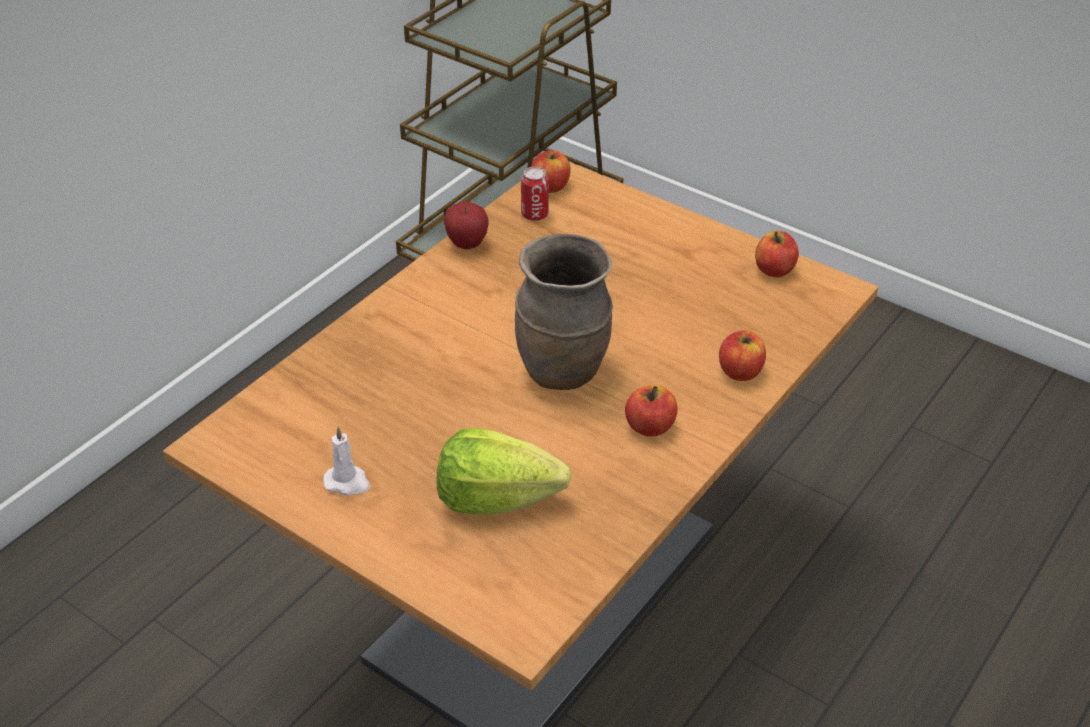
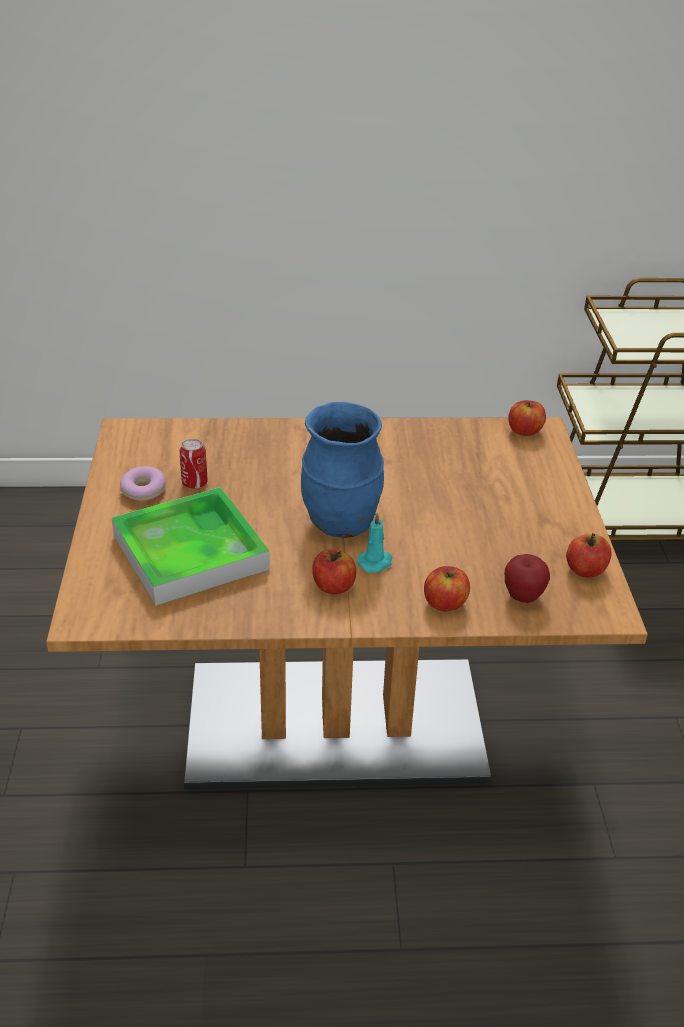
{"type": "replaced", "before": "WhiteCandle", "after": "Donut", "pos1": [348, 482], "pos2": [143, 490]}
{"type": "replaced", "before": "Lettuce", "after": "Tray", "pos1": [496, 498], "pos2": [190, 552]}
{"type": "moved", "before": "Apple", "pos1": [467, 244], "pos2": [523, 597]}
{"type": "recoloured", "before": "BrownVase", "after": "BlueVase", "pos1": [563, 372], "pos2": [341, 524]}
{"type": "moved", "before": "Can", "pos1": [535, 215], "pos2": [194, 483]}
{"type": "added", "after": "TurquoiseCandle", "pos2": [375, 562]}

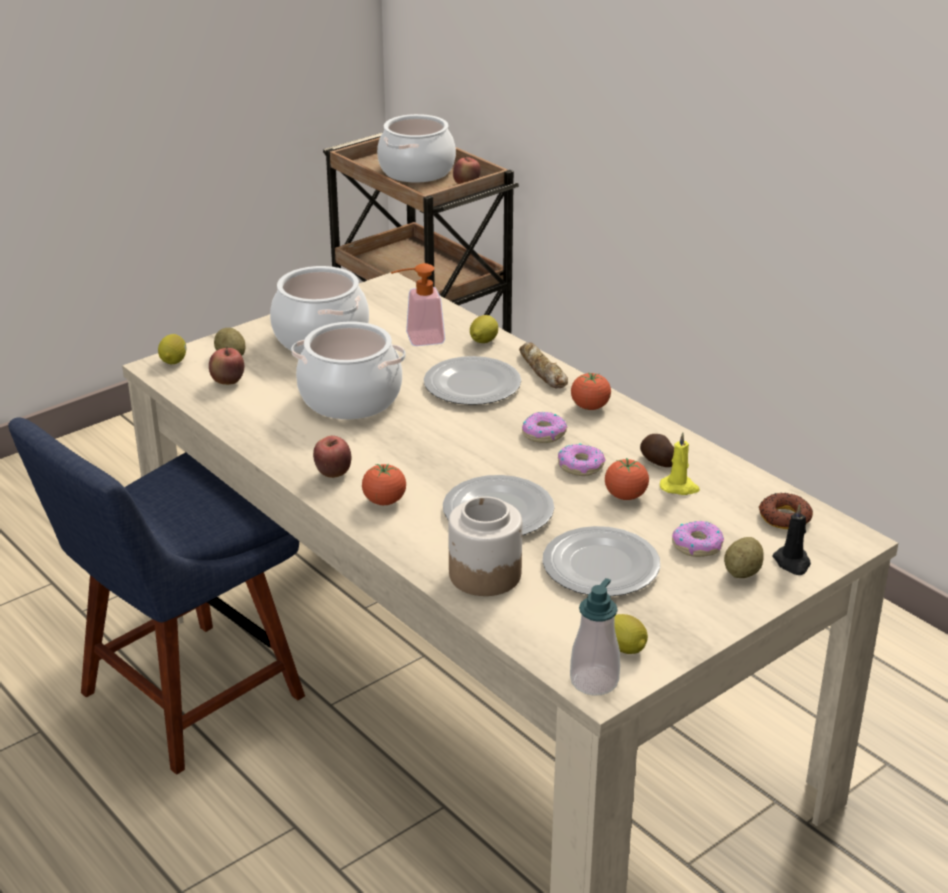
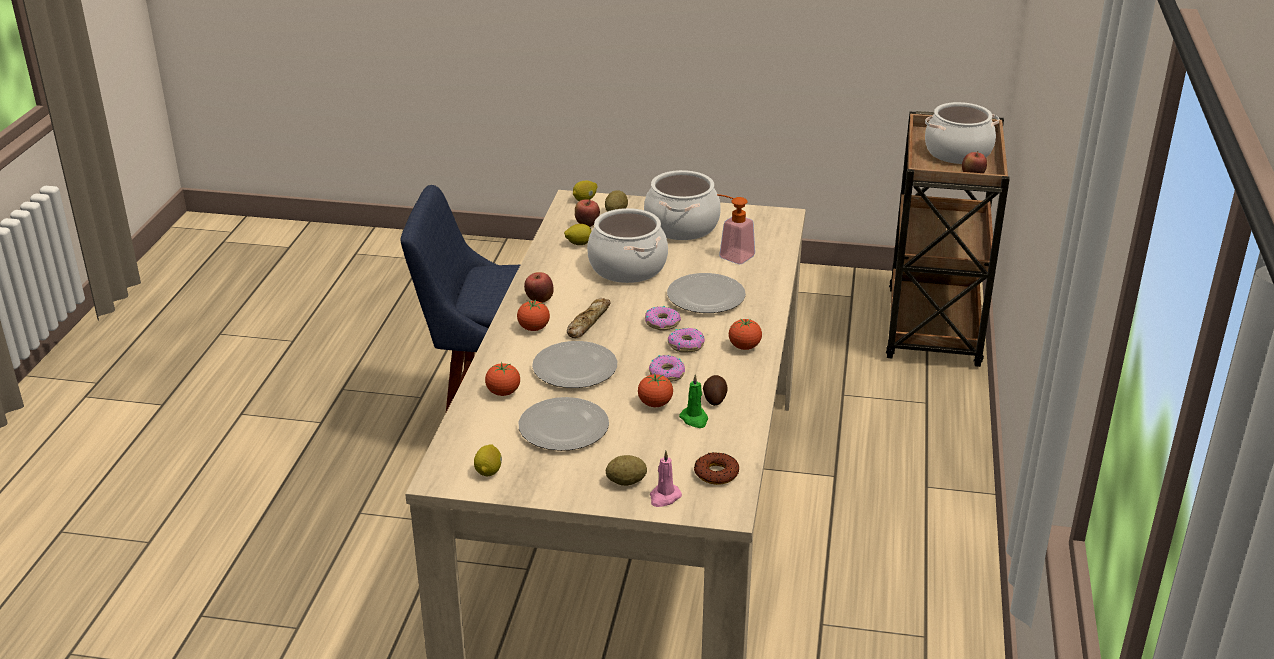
{"type": "replaced", "before": "Jar", "after": "Tomato", "pos1": [484, 574], "pos2": [503, 392]}
{"type": "moved", "before": "Lemon", "pos1": [483, 341], "pos2": [579, 244]}
{"type": "moved", "before": "Bread", "pos1": [541, 371], "pos2": [587, 322]}
{"type": "removed", "before": "SoapDispenser", "pos1": [594, 681]}
{"type": "recoloured", "before": "YellowCandle", "after": "GreenCandle", "pos1": [679, 487], "pos2": [694, 419]}
{"type": "moved", "before": "Donut", "pos1": [697, 545], "pos2": [662, 323]}
{"type": "recoloured", "before": "BlackCandle", "after": "PinkCandle", "pos1": [792, 563], "pos2": [664, 497]}

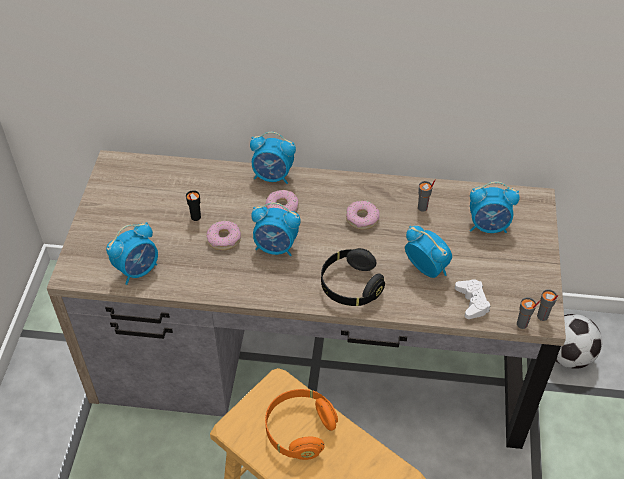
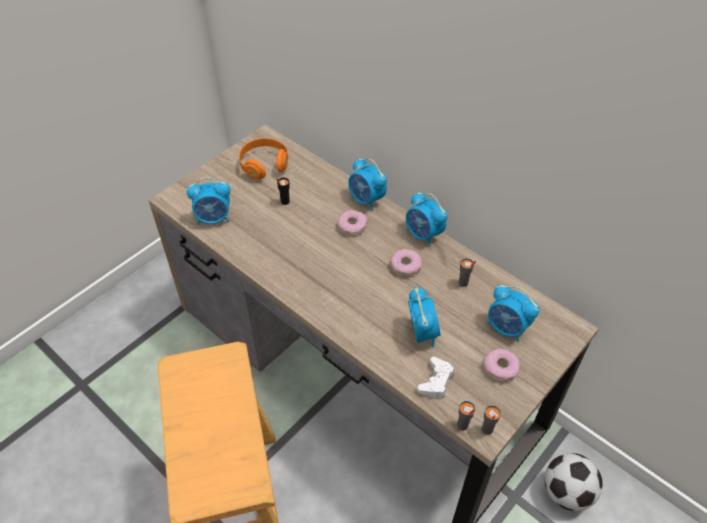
{"type": "moved", "before": "Donut", "pos1": [224, 239], "pos2": [500, 368]}
{"type": "moved", "before": "AlarmClock", "pos1": [276, 247], "pos2": [423, 235]}
{"type": "moved", "before": "OrangeHeadphones", "pos1": [299, 430], "pos2": [264, 165]}
{"type": "removed", "before": "BlackHeadphones", "pos1": [350, 286]}

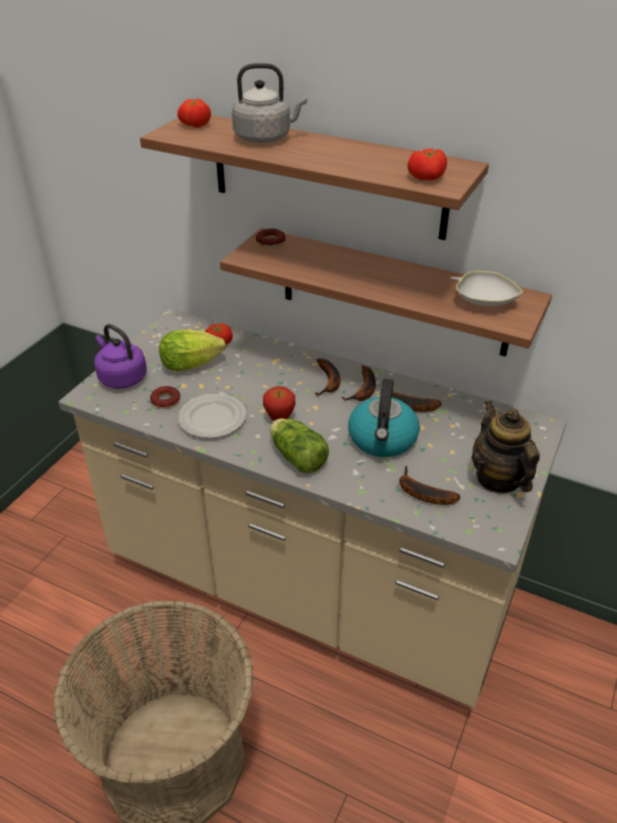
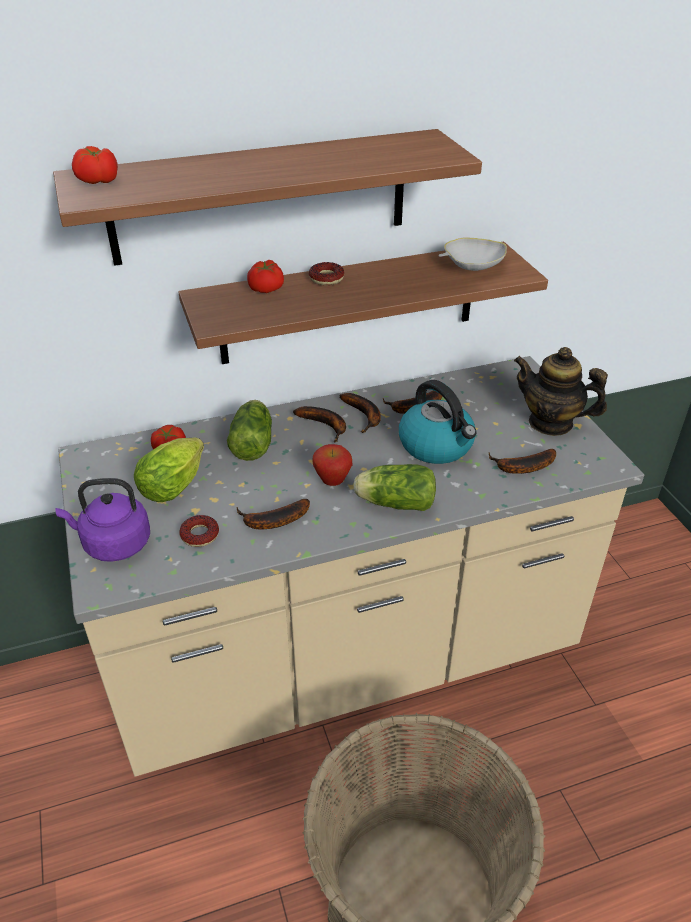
{"type": "replaced", "before": "Plate", "after": "Banana", "pos1": [212, 419], "pos2": [272, 521]}
{"type": "removed", "before": "GreyKettle", "pos1": [265, 138]}
{"type": "moved", "before": "Donut", "pos1": [270, 242], "pos2": [326, 278]}
{"type": "moved", "before": "Tomato", "pos1": [427, 178], "pos2": [267, 288]}
{"type": "added", "after": "Lettuce", "pos2": [253, 442]}

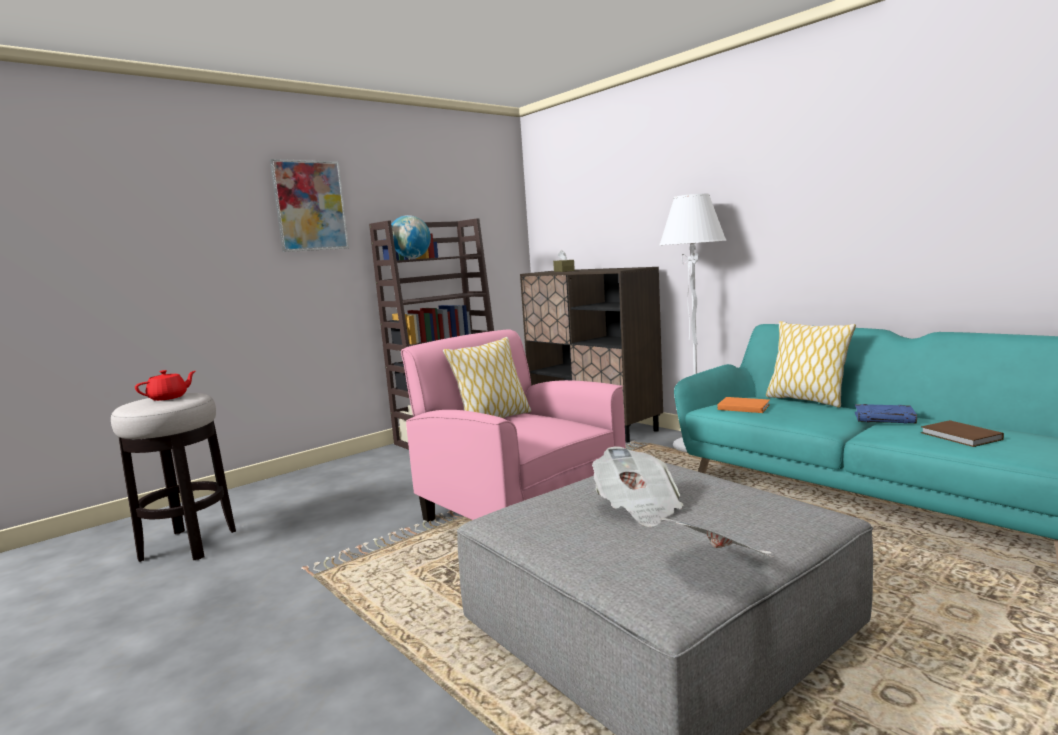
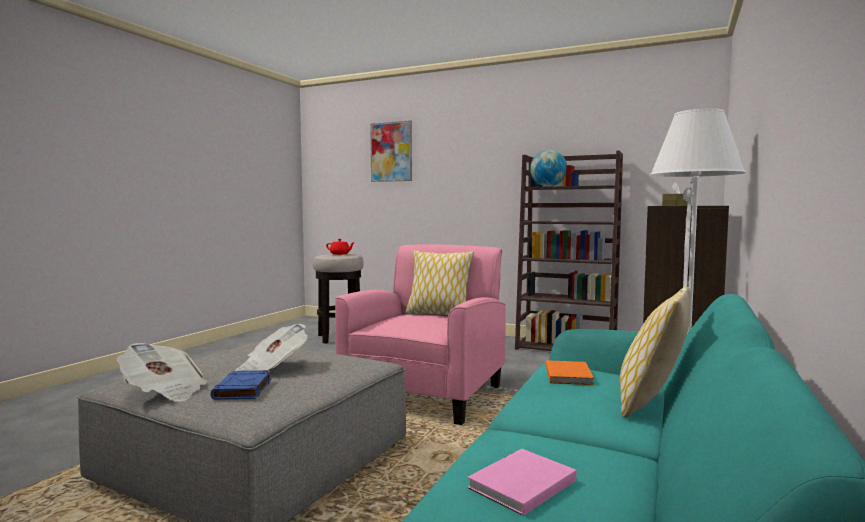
{"type": "moved", "before": "Picture", "pos1": [310, 206], "pos2": [391, 152]}
{"type": "moved", "before": "BlueBook", "pos1": [885, 418], "pos2": [243, 390]}
{"type": "recoloured", "before": "BrownBook", "after": "PinkBook", "pos1": [961, 437], "pos2": [519, 484]}

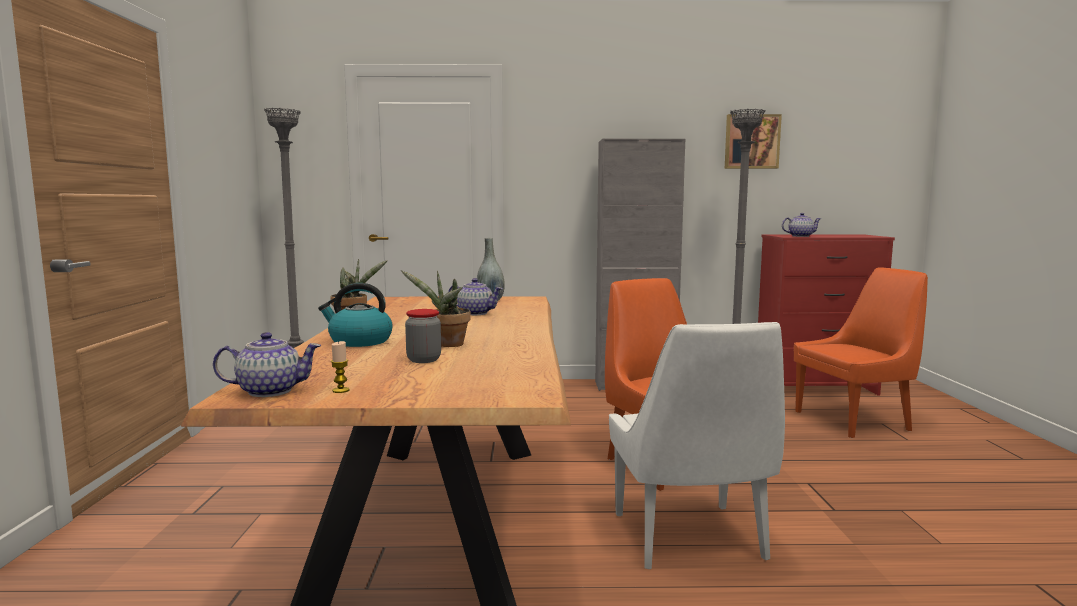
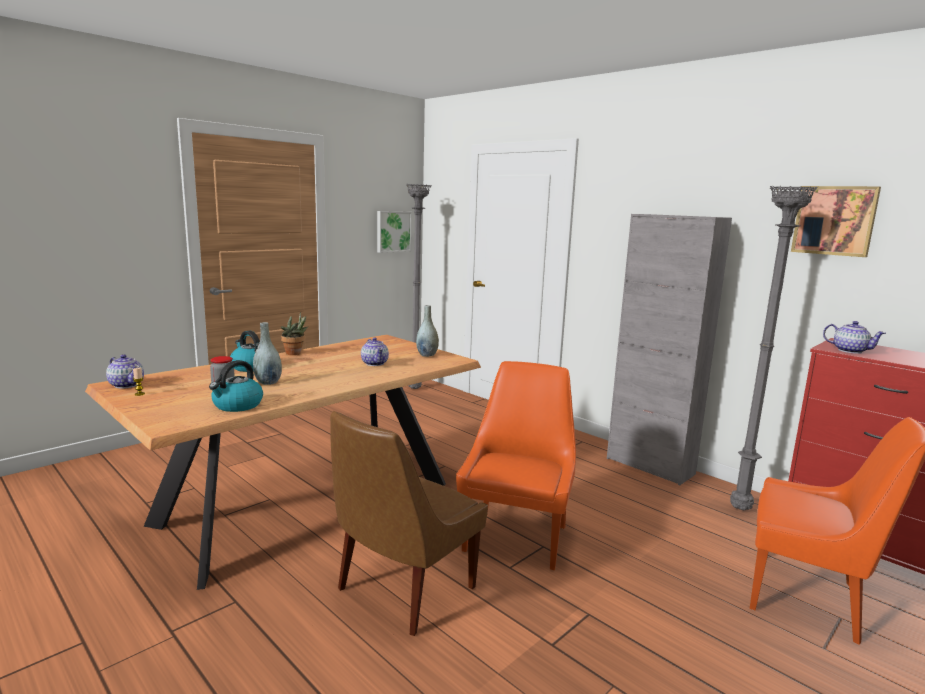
{"type": "replaced", "before": "PottedPlant", "after": "GreyVase", "pos1": [446, 345], "pos2": [268, 382]}
{"type": "recoloured", "before": "WhiteChair", "after": "BrownChair", "pos1": [690, 539], "pos2": [402, 591]}
{"type": "added", "after": "Kettle", "pos2": [237, 405]}
{"type": "added", "after": "Picture", "pos2": [393, 231]}

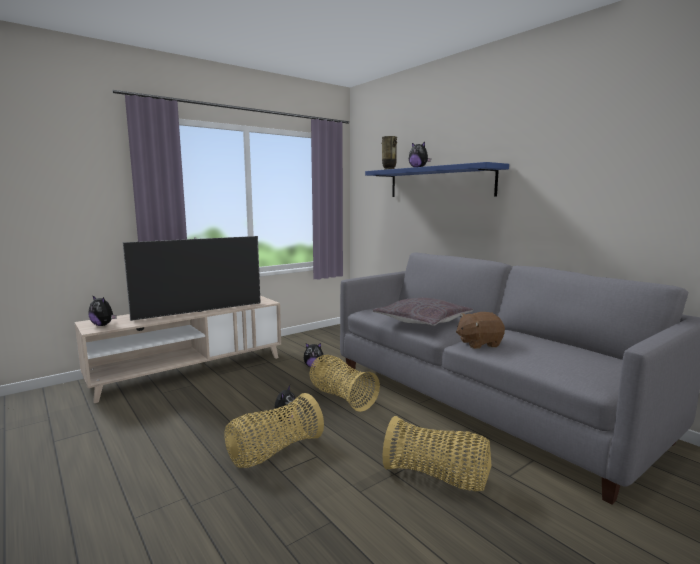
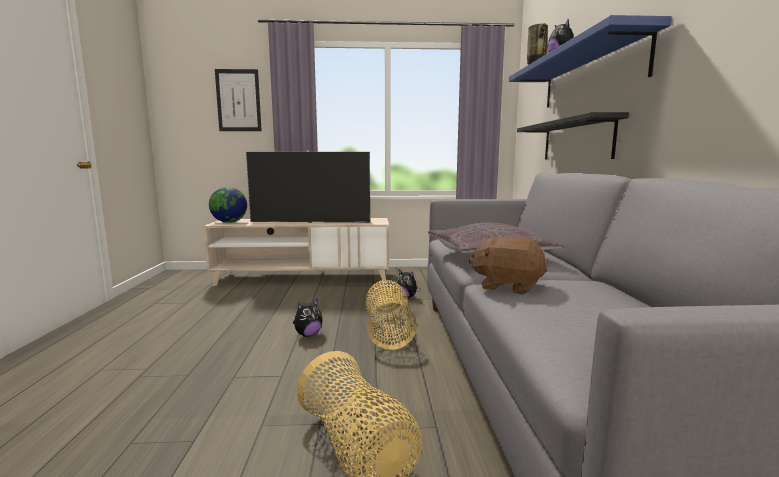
{"type": "replaced", "before": "PlushToy", "after": "Globe", "pos1": [103, 325], "pos2": [229, 222]}
{"type": "removed", "before": "Basket", "pos1": [273, 452]}
{"type": "added", "after": "Picture", "pos2": [238, 100]}
{"type": "added", "after": "BlackShelf", "pos2": [576, 140]}

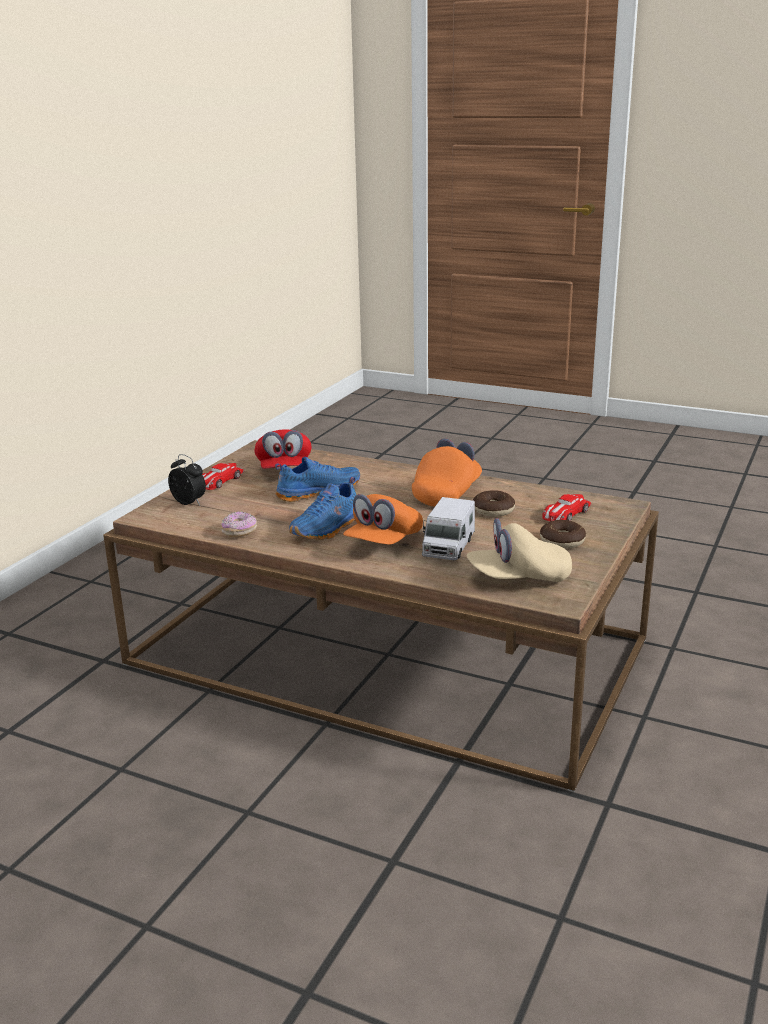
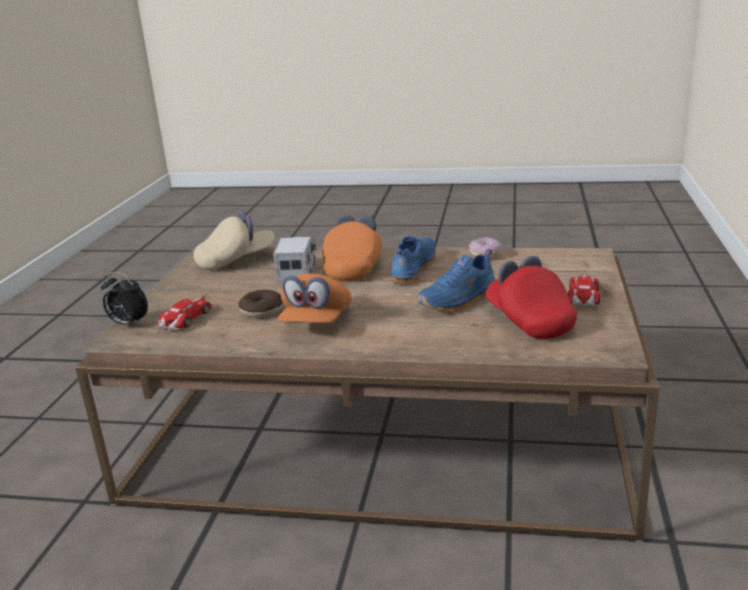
{"type": "moved", "before": "AlarmClock", "pos1": [190, 503], "pos2": [128, 324]}
{"type": "removed", "before": "Donut", "pos1": [562, 541]}

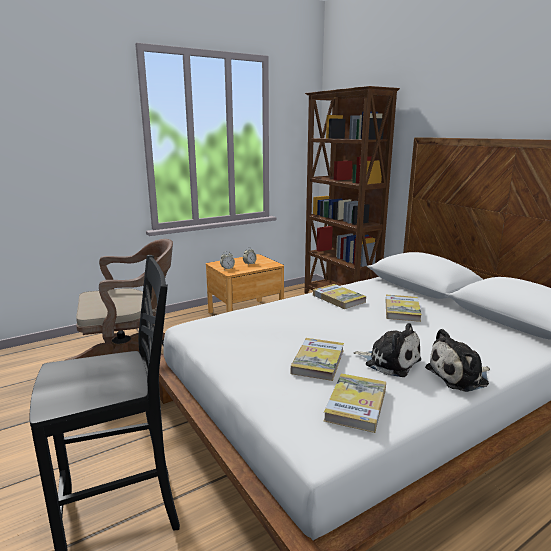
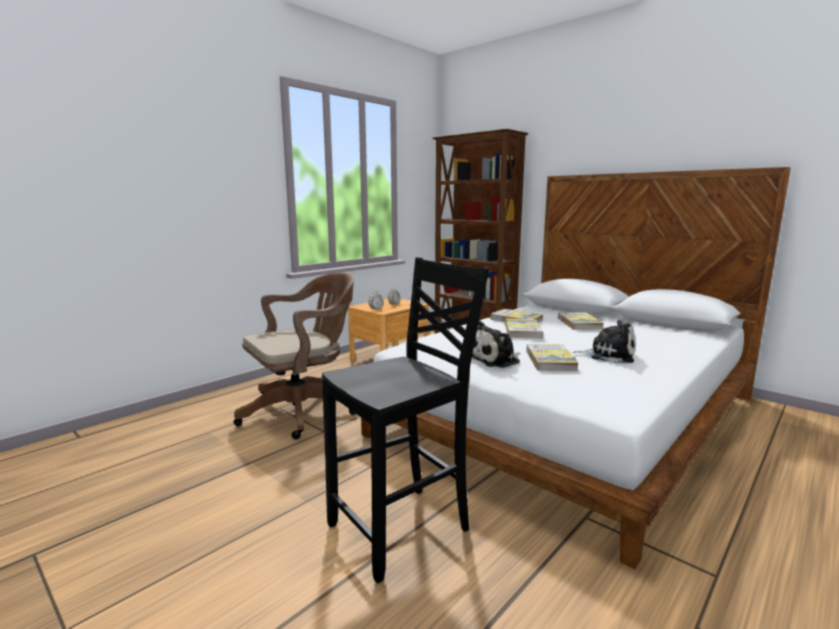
{"type": "moved", "before": "Book", "pos1": [356, 404], "pos2": [522, 331]}
{"type": "moved", "before": "PlushToy", "pos1": [459, 376], "pos2": [496, 360]}

